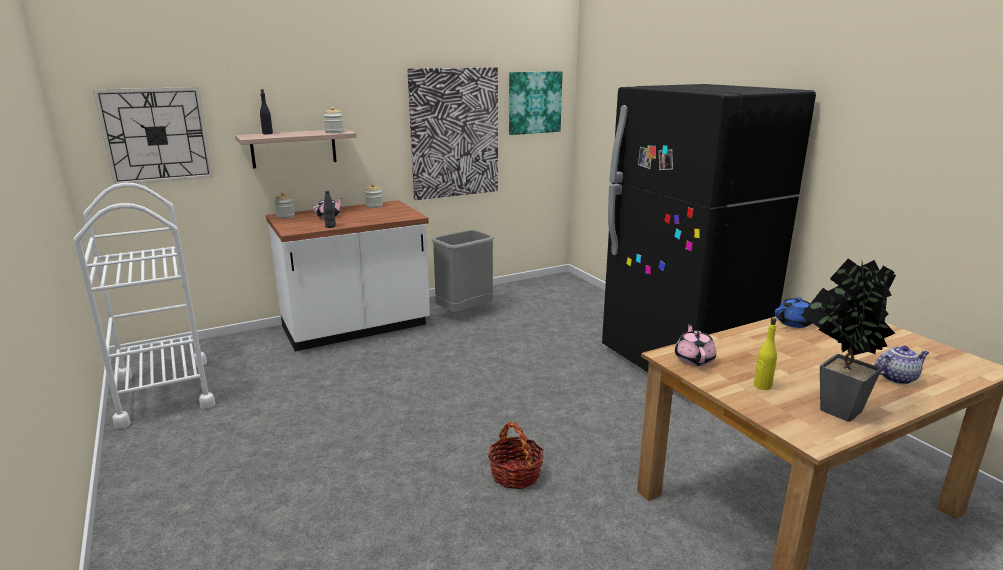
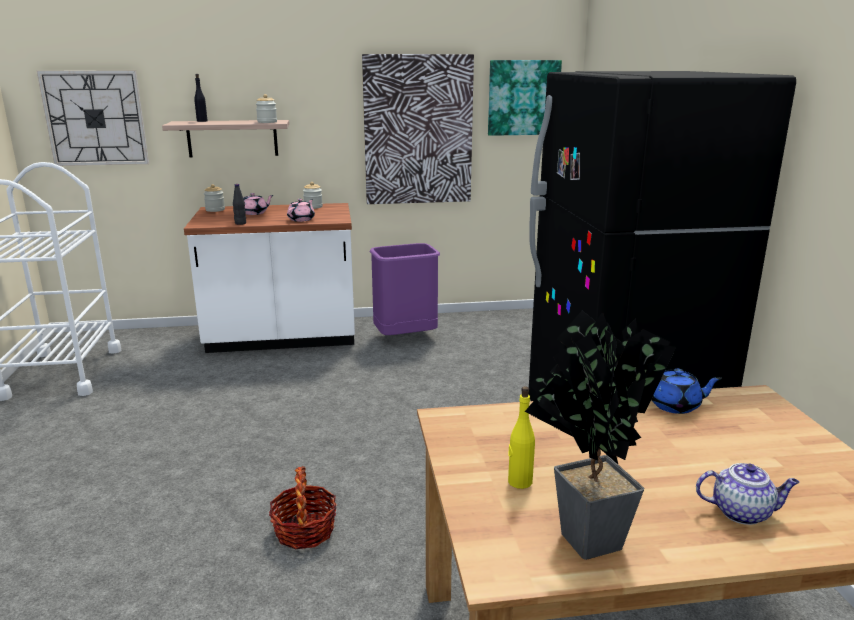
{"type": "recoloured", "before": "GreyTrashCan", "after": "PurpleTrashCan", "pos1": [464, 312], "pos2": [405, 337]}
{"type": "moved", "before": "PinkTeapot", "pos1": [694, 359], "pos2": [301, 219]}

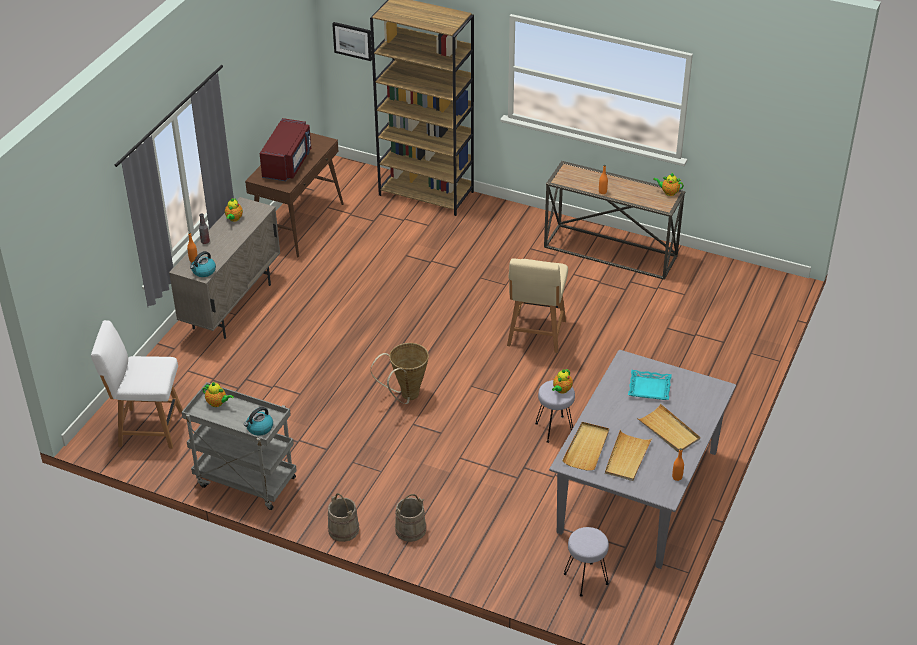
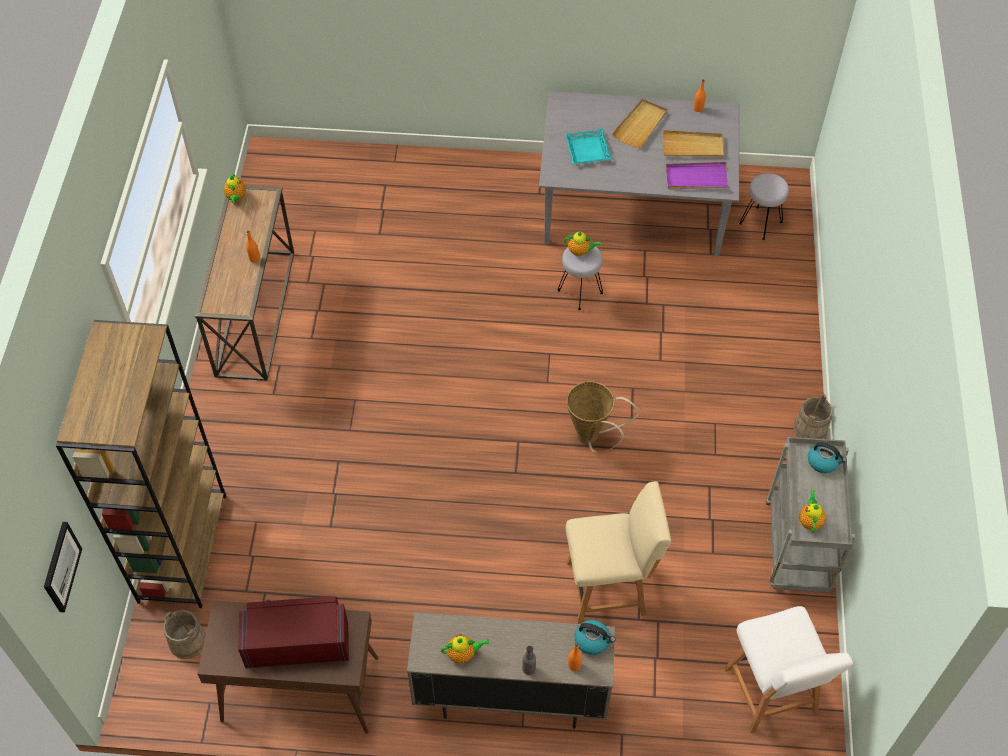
{"type": "moved", "before": "BeigeBucket", "pos1": [410, 529], "pos2": [187, 641]}
{"type": "moved", "before": "BeigeChair", "pos1": [536, 334], "pos2": [609, 587]}
{"type": "recoloured", "before": "BeigeTray", "after": "PurpleTray", "pos1": [587, 448], "pos2": [696, 178]}

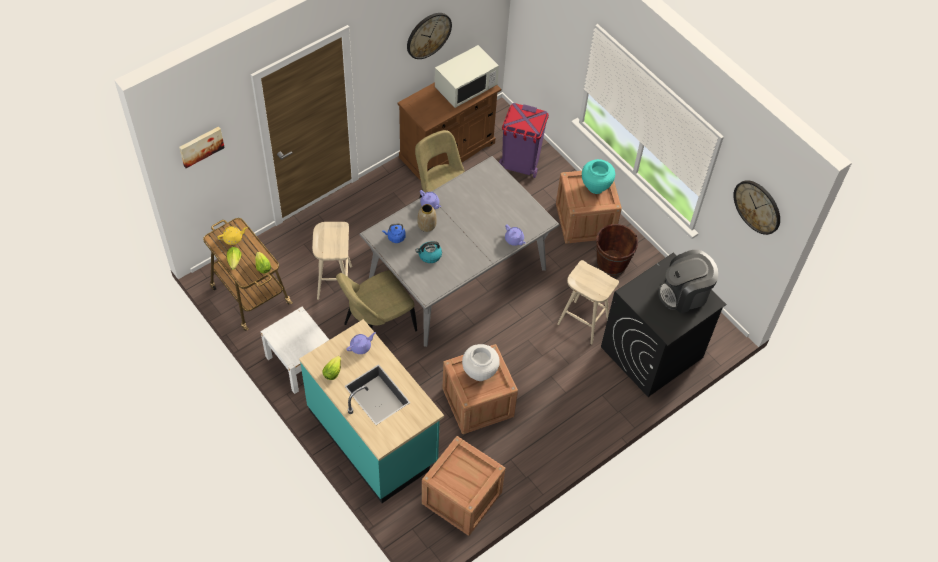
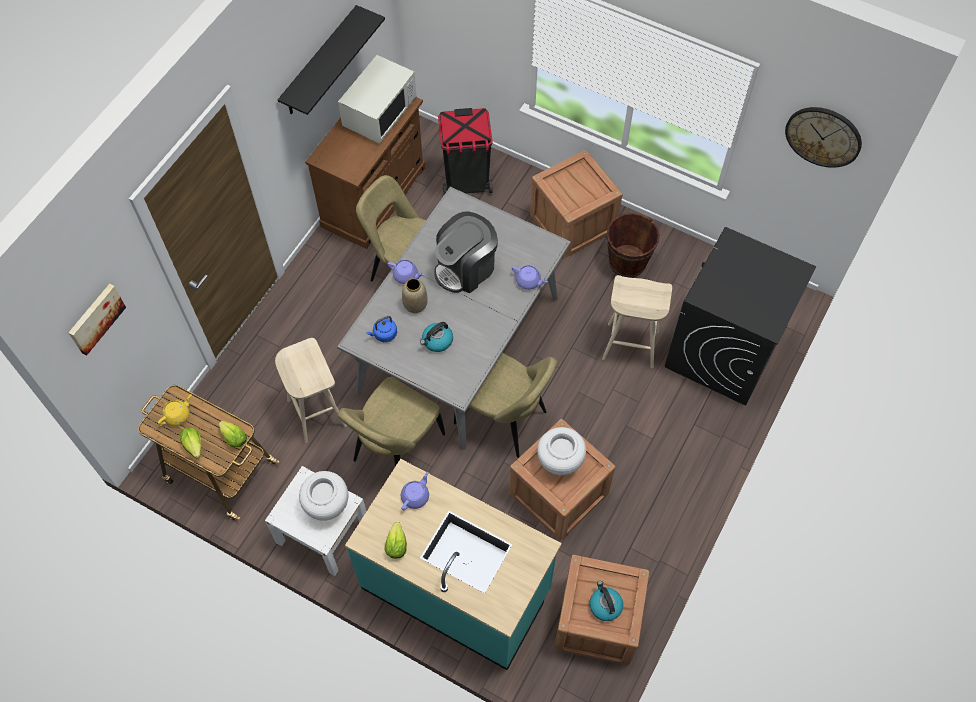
{"type": "replaced", "before": "WallClock", "after": "BlackShelf", "pos1": [428, 35], "pos2": [320, 63]}
{"type": "recoloured", "before": "PurpleTrashCan", "after": "BlackTrashCan", "pos1": [520, 164], "pos2": [466, 182]}
{"type": "removed", "before": "TurquoiseVase", "pos1": [595, 187]}
{"type": "moved", "before": "CoffeeMachine", "pos1": [684, 293], "pos2": [465, 268]}
{"type": "added", "after": "WhiteVase", "pos2": [327, 506]}
{"type": "added", "after": "BeigeChair", "pos2": [504, 420]}
{"type": "added", "after": "Kettle", "pos2": [605, 605]}

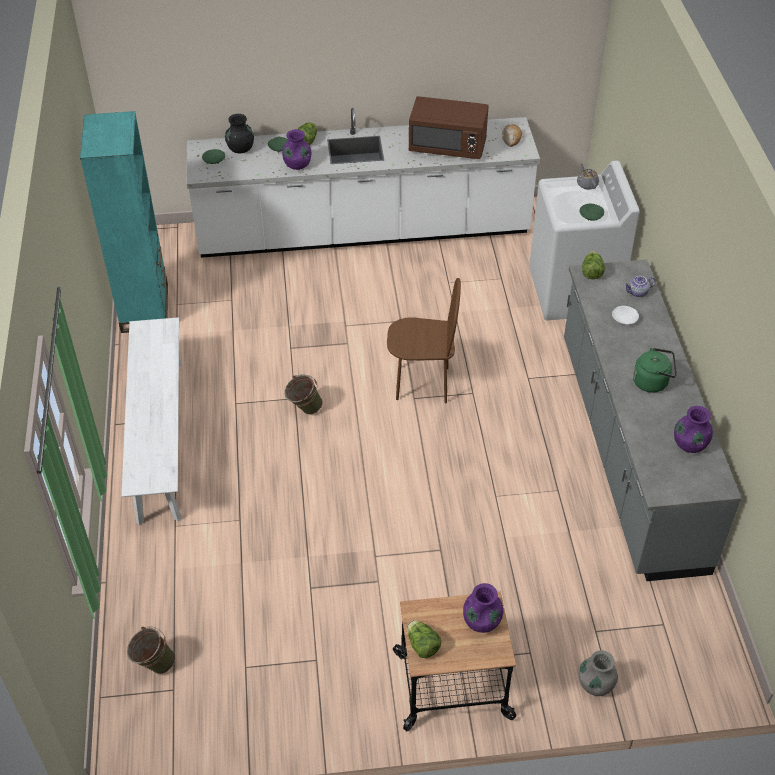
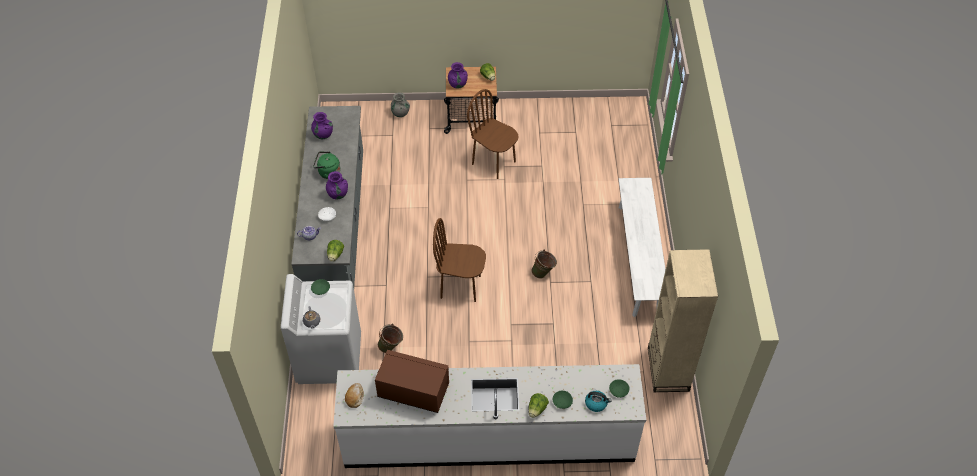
{"type": "recoloured", "before": "TurquoiseBookcase", "after": "BeigeBookcase", "pos1": [145, 308], "pos2": [668, 369]}
{"type": "moved", "before": "GreenBucket", "pos1": [153, 665], "pos2": [391, 347]}
{"type": "replaced", "before": "BlackVase", "after": "Kettle", "pos1": [240, 149], "pos2": [596, 403]}
{"type": "moved", "before": "PurpleVase", "pos1": [297, 165], "pos2": [338, 194]}
{"type": "added", "after": "BrownChair", "pos2": [494, 162]}

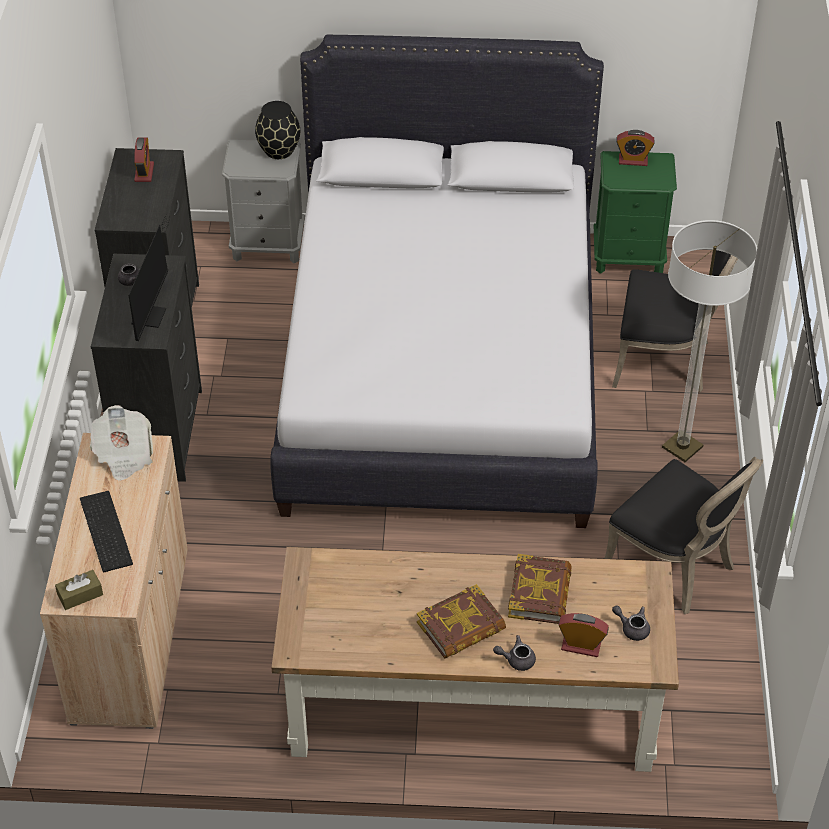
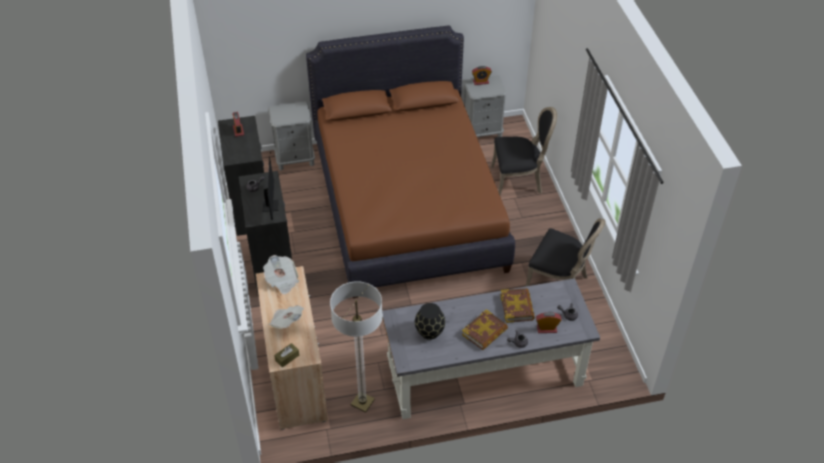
{"type": "replaced", "before": "Keyboard", "after": "Newspaper", "pos1": [103, 531], "pos2": [286, 322]}
{"type": "moved", "before": "BlackVase", "pos1": [279, 151], "pos2": [430, 332]}
{"type": "recoloured", "before": "WhiteBed", "after": "BrownBed", "pos1": [440, 368], "pos2": [407, 206]}
{"type": "recoloured", "before": "BrownDesk", "after": "GreyDesk", "pos1": [470, 708], "pos2": [484, 374]}
{"type": "recoloured", "before": "GreenNightstand", "after": "GreyNightstand", "pos1": [628, 257], "pos2": [482, 132]}
{"type": "moved", "before": "FloorLamp", "pos1": [682, 447], "pos2": [362, 402]}

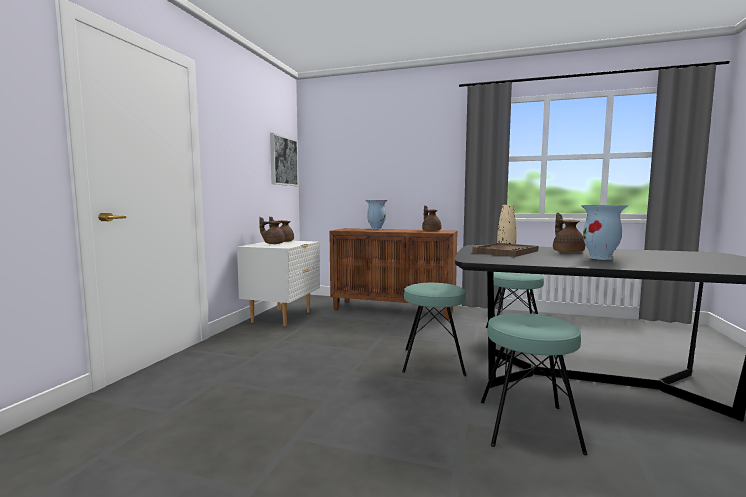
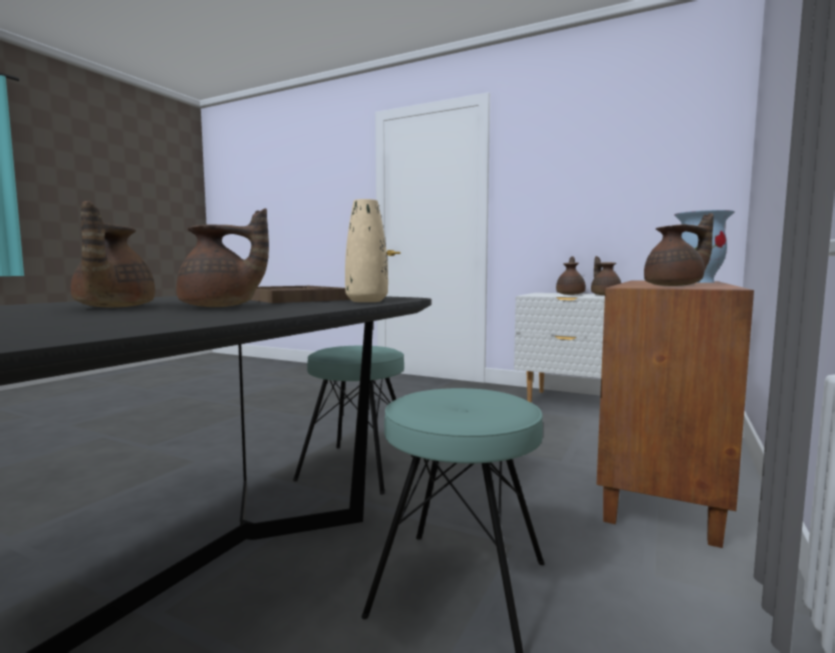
{"type": "removed", "before": "Picture", "pos1": [283, 161]}
{"type": "removed", "before": "TurquoiseStool", "pos1": [527, 425]}
{"type": "replaced", "before": "Vase", "after": "BrownTeapot", "pos1": [601, 258], "pos2": [112, 307]}

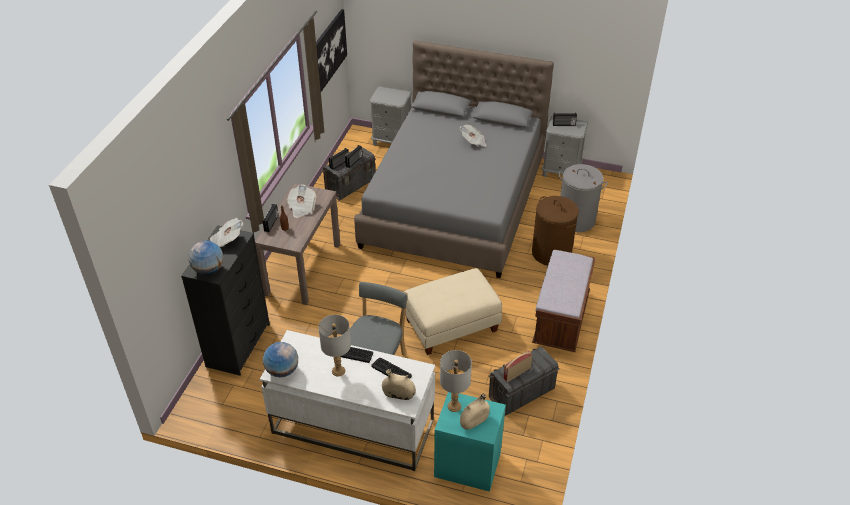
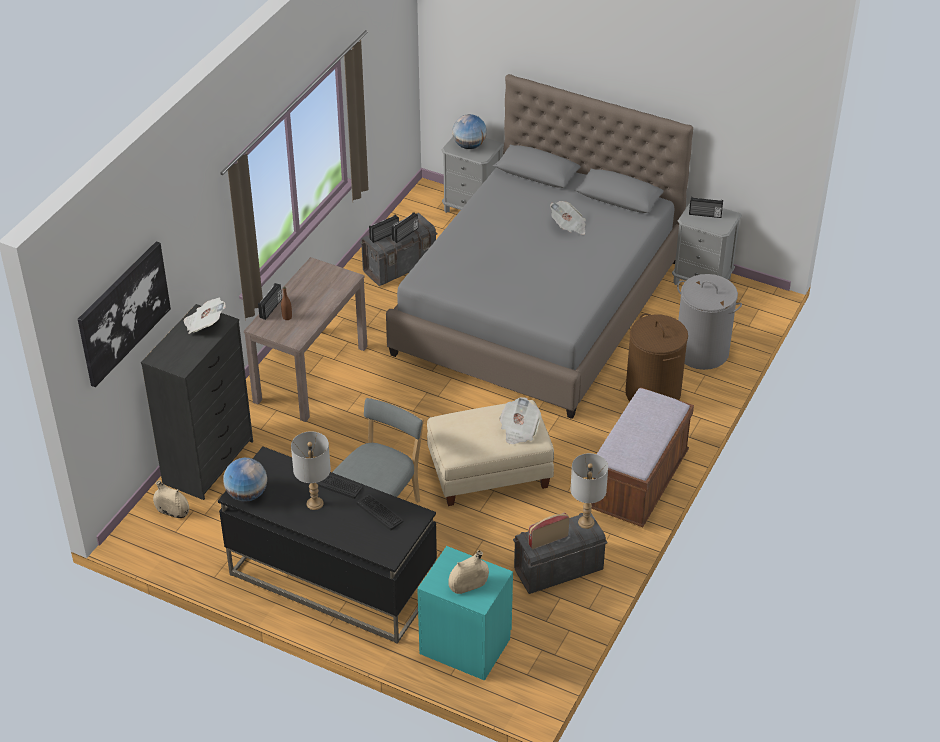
{"type": "moved", "before": "Globe", "pos1": [209, 270], "pos2": [469, 146]}
{"type": "recoloured", "before": "WhiteDesk", "after": "BlackDesk", "pos1": [352, 426], "pos2": [331, 580]}
{"type": "moved", "before": "Newspaper", "pos1": [301, 208], "pos2": [519, 430]}
{"type": "moved", "before": "Picture", "pos1": [328, 51], "pos2": [123, 312]}
{"type": "moved", "before": "BeigeVase", "pos1": [398, 394], "pos2": [172, 512]}
{"type": "moved", "before": "GreyTableLamp", "pos1": [454, 406], "pos2": [586, 522]}

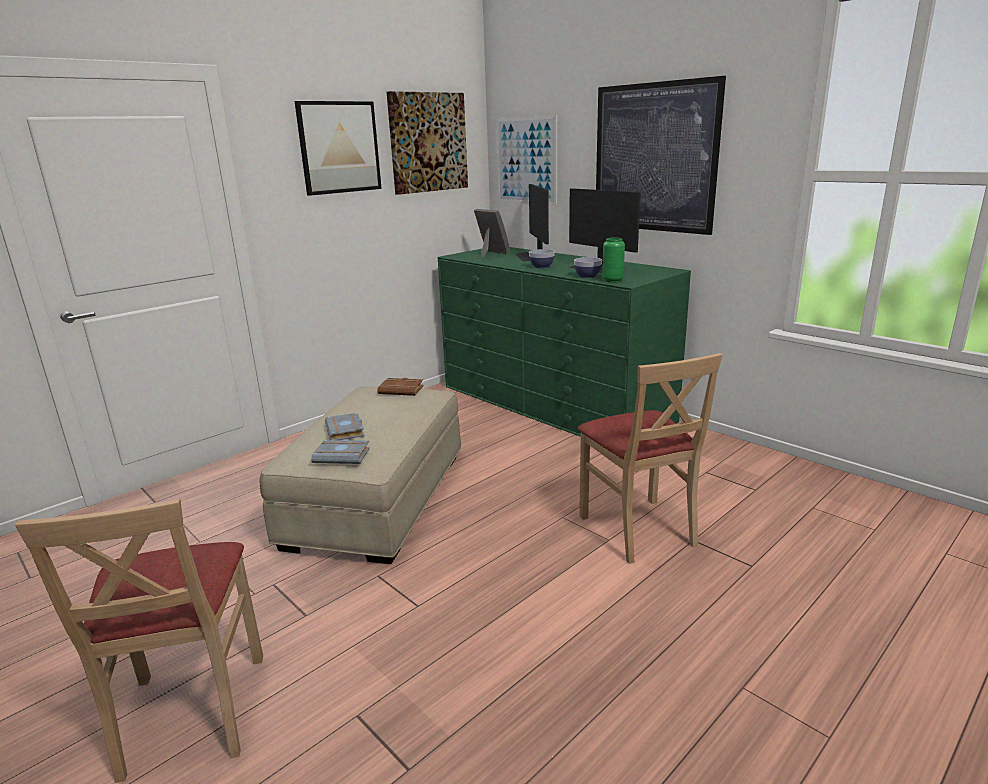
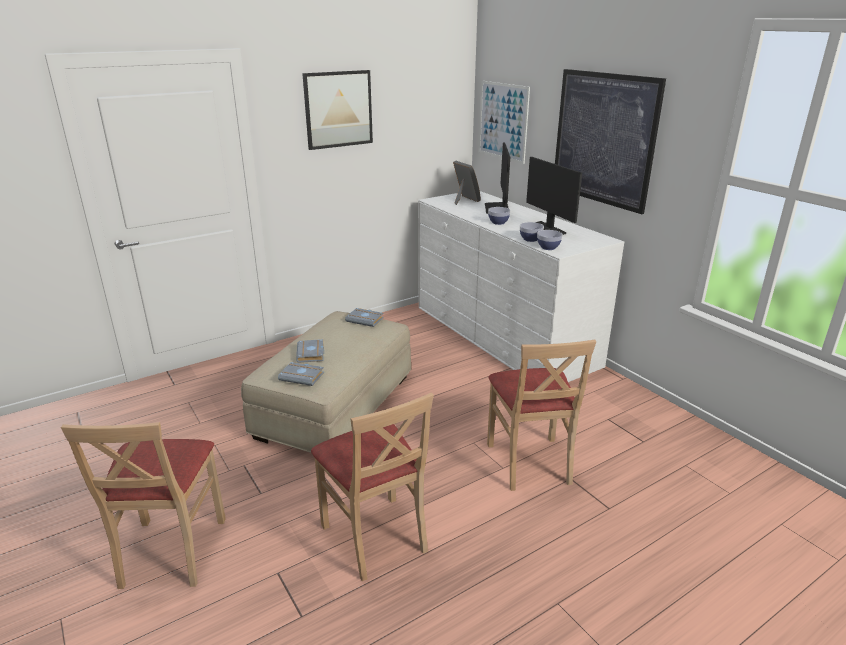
{"type": "recoloured", "before": "BrownBook", "after": "GreyBook", "pos1": [402, 390], "pos2": [366, 320]}
{"type": "removed", "before": "Picture", "pos1": [428, 142]}
{"type": "recoloured", "before": "GreenDresser", "after": "WhiteDresser", "pos1": [553, 403], "pos2": [503, 335]}
{"type": "replaced", "before": "GreenVase", "after": "Bowl", "pos1": [612, 280], "pos2": [548, 247]}
{"type": "added", "after": "BeigeChair", "pos2": [375, 536]}

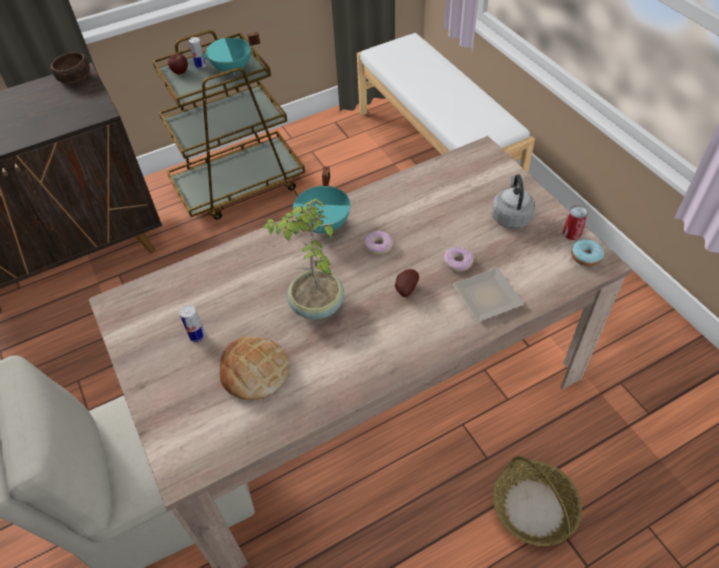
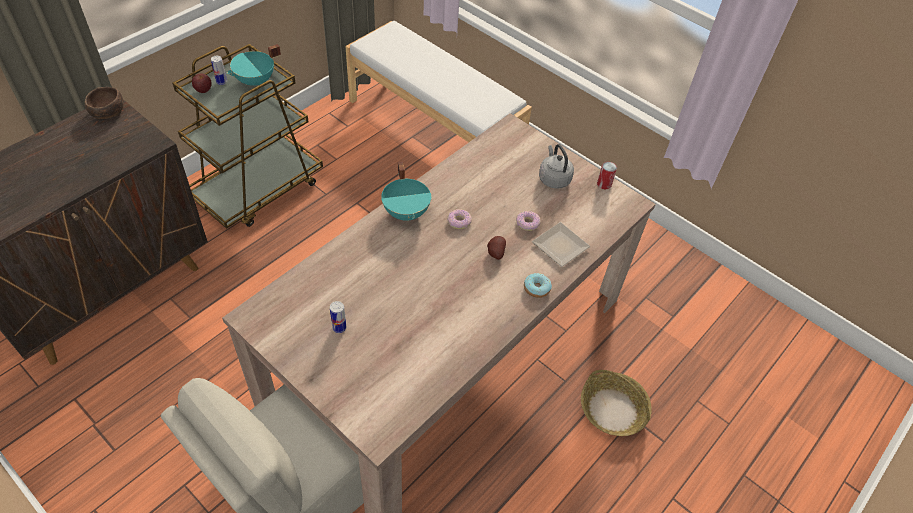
{"type": "removed", "before": "Bread", "pos1": [254, 371]}
{"type": "removed", "before": "PottedPlant", "pos1": [316, 306]}
{"type": "moved", "before": "Donut", "pos1": [585, 256], "pos2": [536, 288]}

